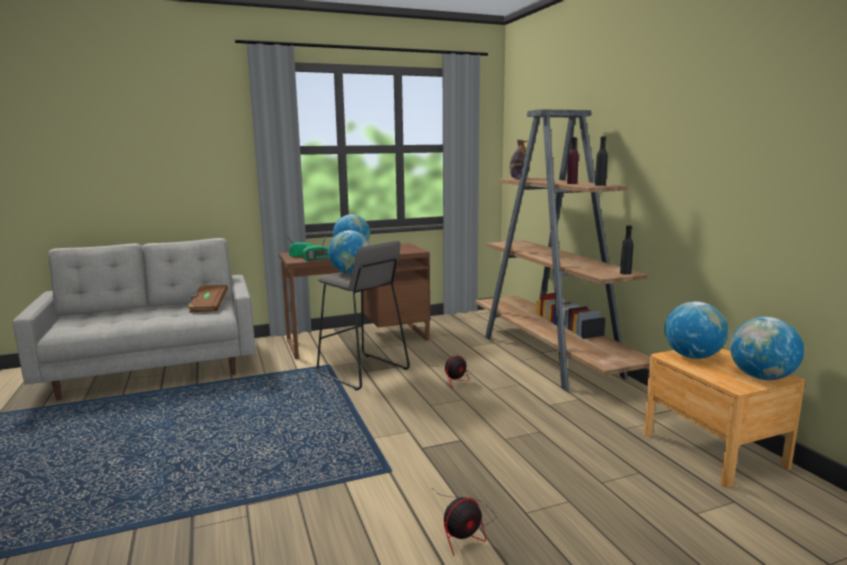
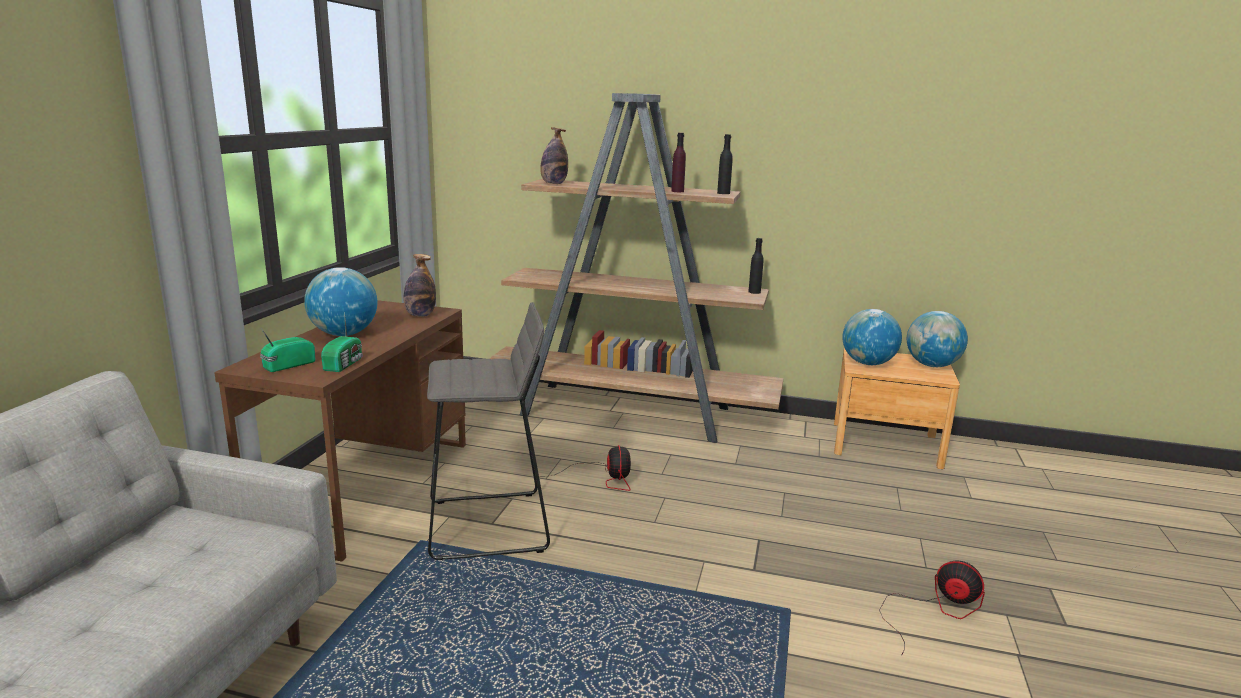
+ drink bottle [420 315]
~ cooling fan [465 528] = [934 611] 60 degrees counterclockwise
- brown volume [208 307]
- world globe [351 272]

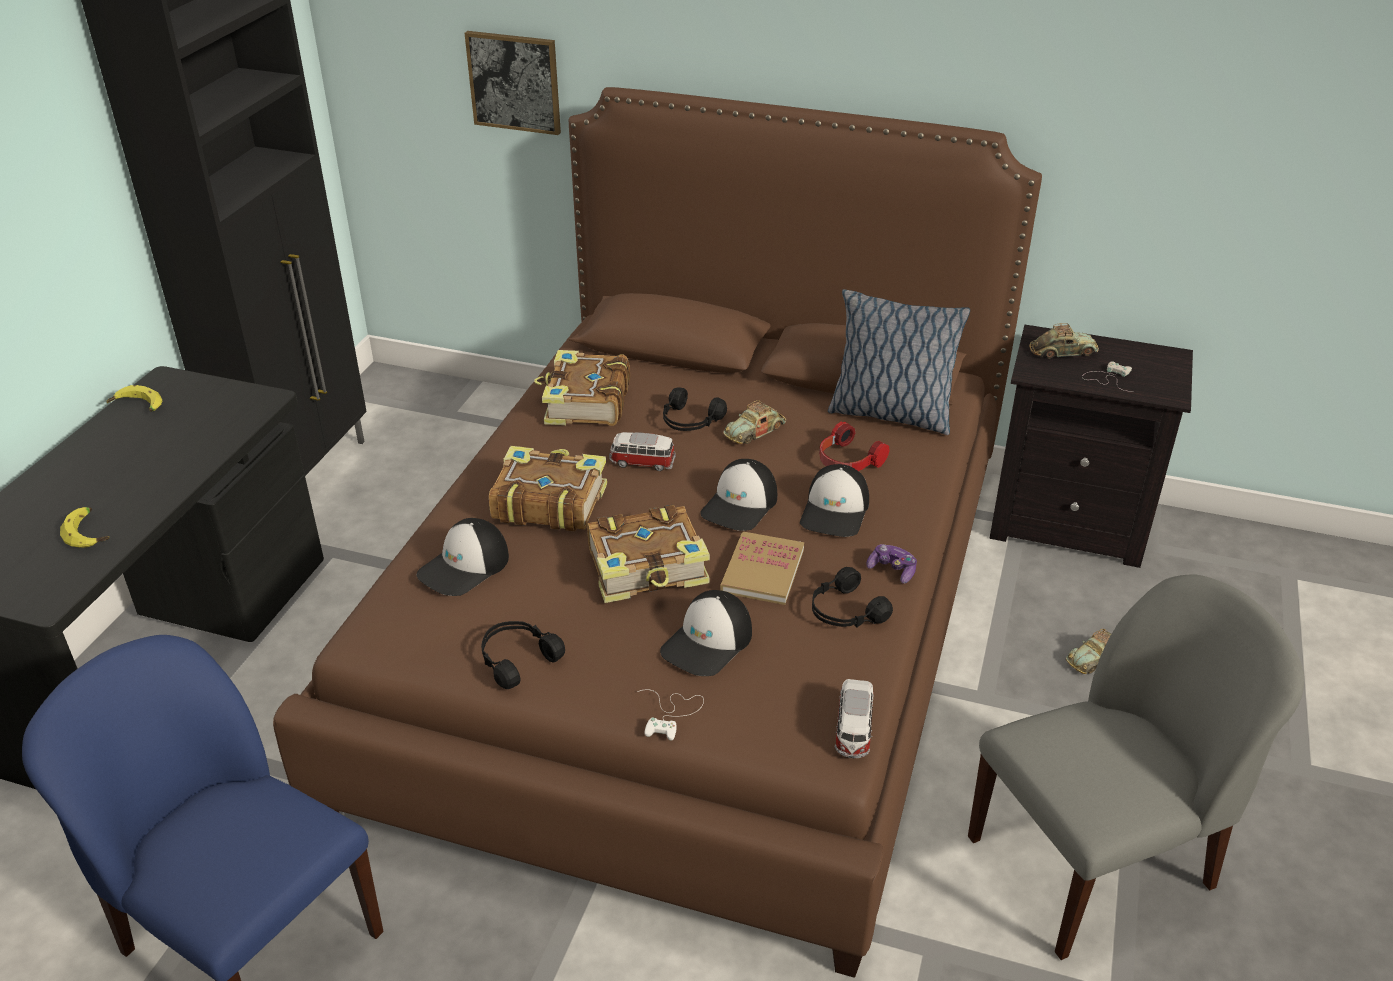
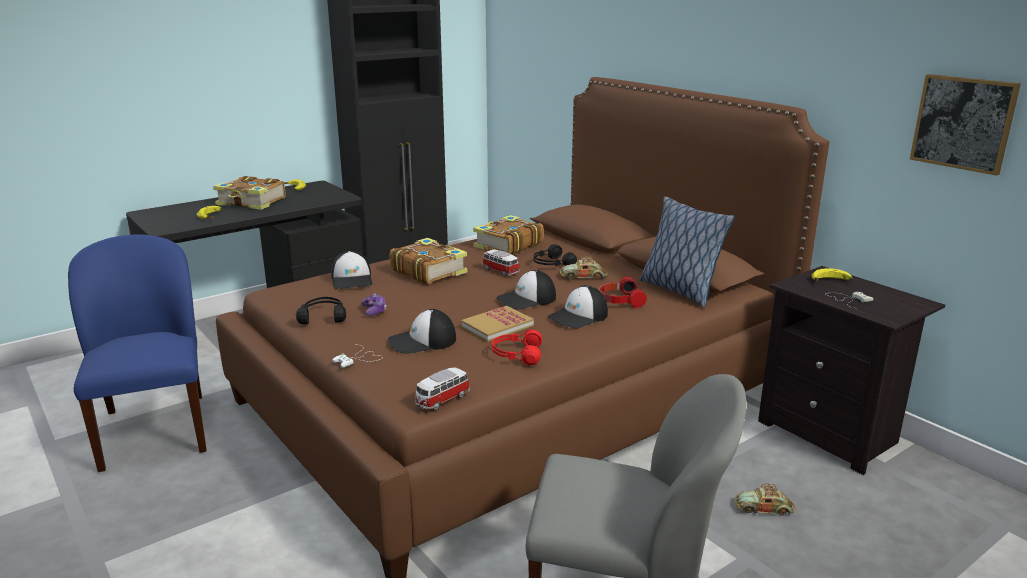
~ volume [648 568] to [252 202]
~ baseball cap [464 567] = [352 280] 90 degrees counterclockwise
~ gamepad [892 570] to [374 310]
~ black-coloured pair of headphones [844 612] to reddish pair of headphones [516 355]
~ model car [1062 351] to banana [831 282]
~ picture [514 82] to [963 123]

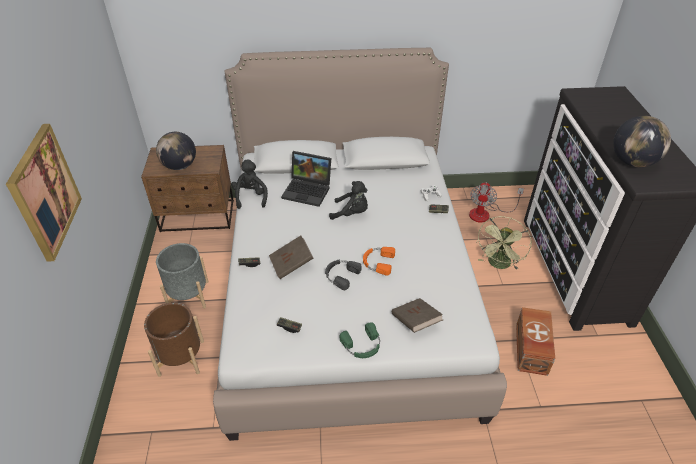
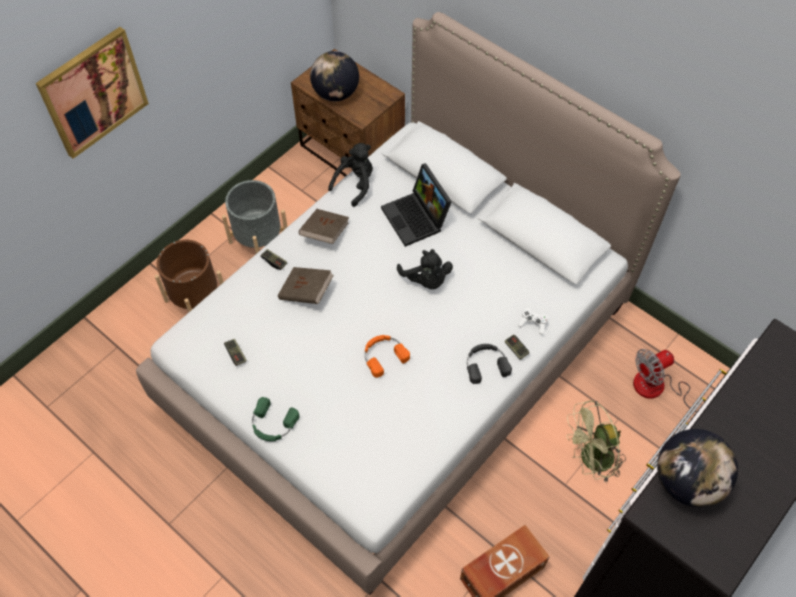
~ brown volume [415 322] to [324 233]
~ black-coloured pair of headphones [341 275] to [485 364]

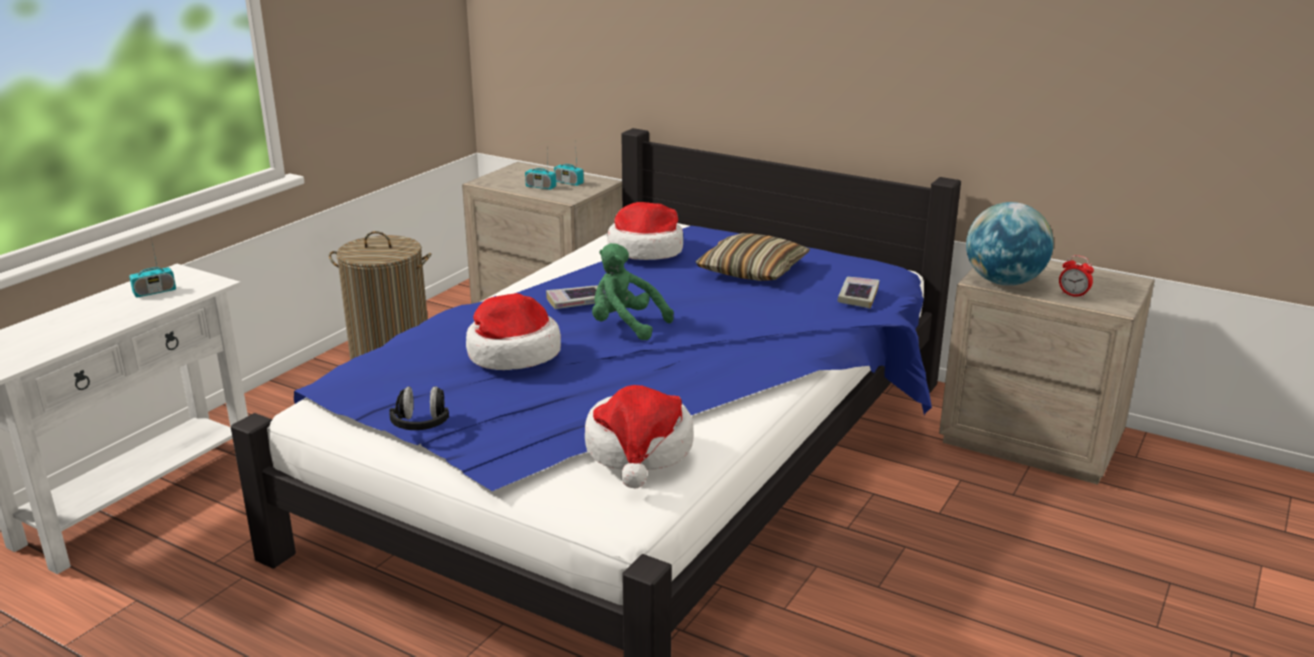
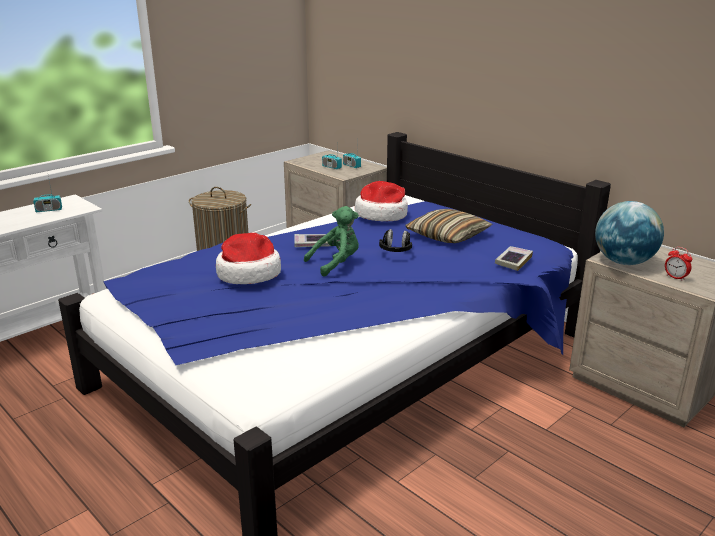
~ green-coloured cuddly toy [625 326] = [336 263] 105 degrees clockwise
~ black-coloured pair of headphones [421 425] to [396 251]
- clothing hat [639 450]

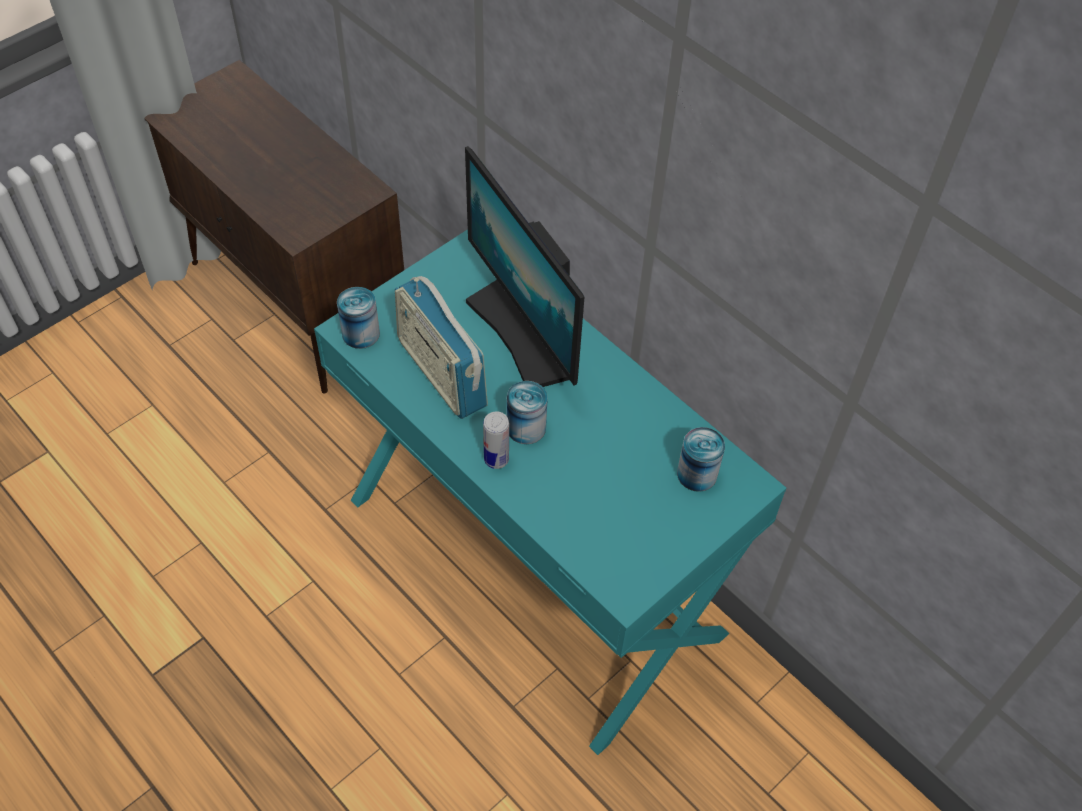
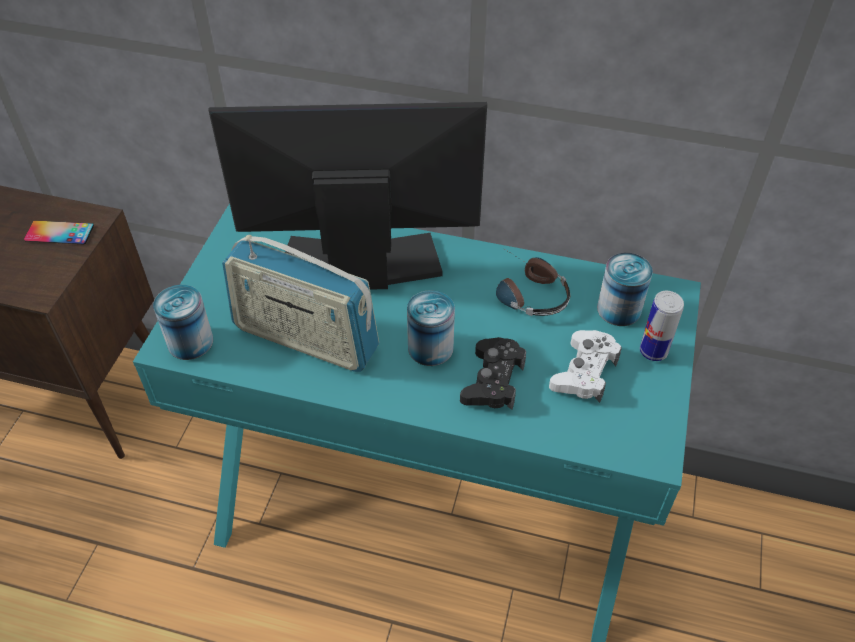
+ handset [59 233]
~ monitor [524 333] = [360 264] 150 degrees clockwise
+ black-coloured gamepad [493 381]
+ pair of headphones [524 292]
+ white gamepad [584 372]
~ can [496 459] to [653 351]

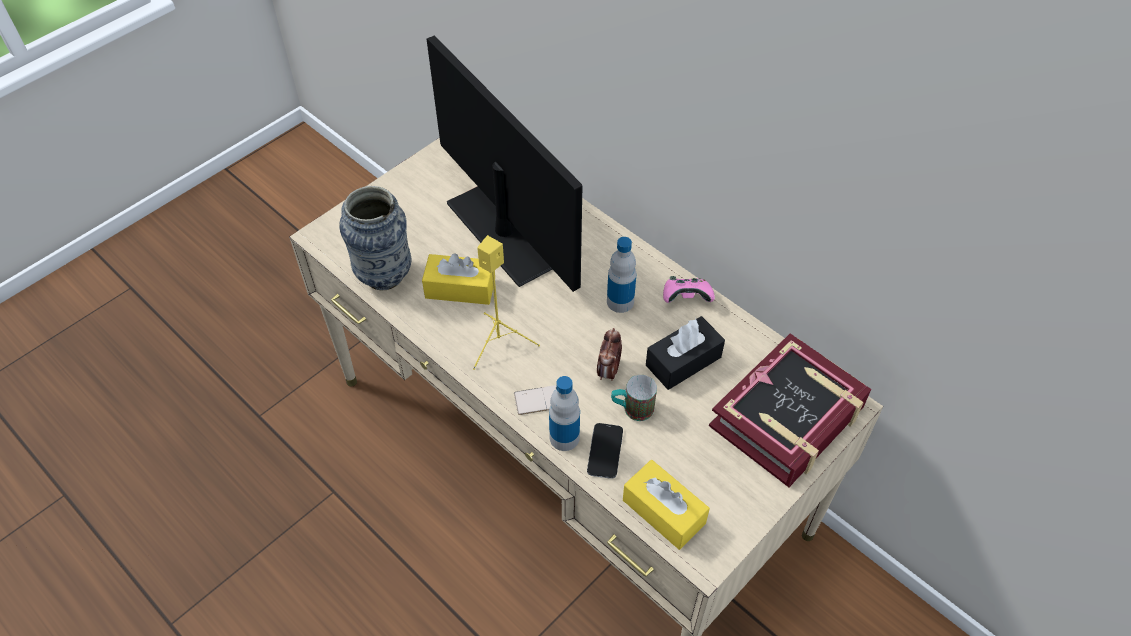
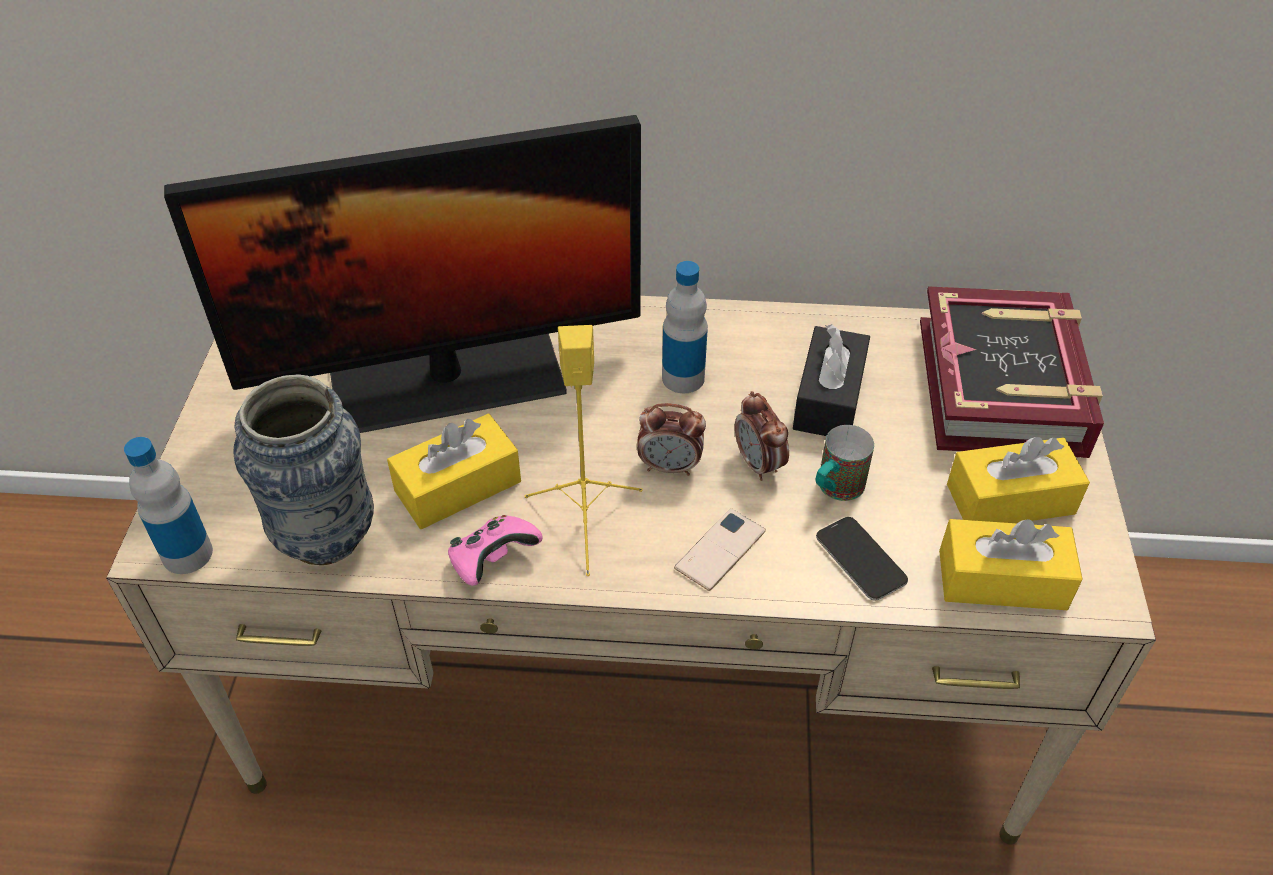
~ drink bottle [564 437] to [187 554]
~ monitor [507 231] = [447 379] 150 degrees clockwise
~ pink-coloured gamepad [686 298] to [493 560]
+ table clock [670 466]
+ yellowish tissue holder [1010 499]

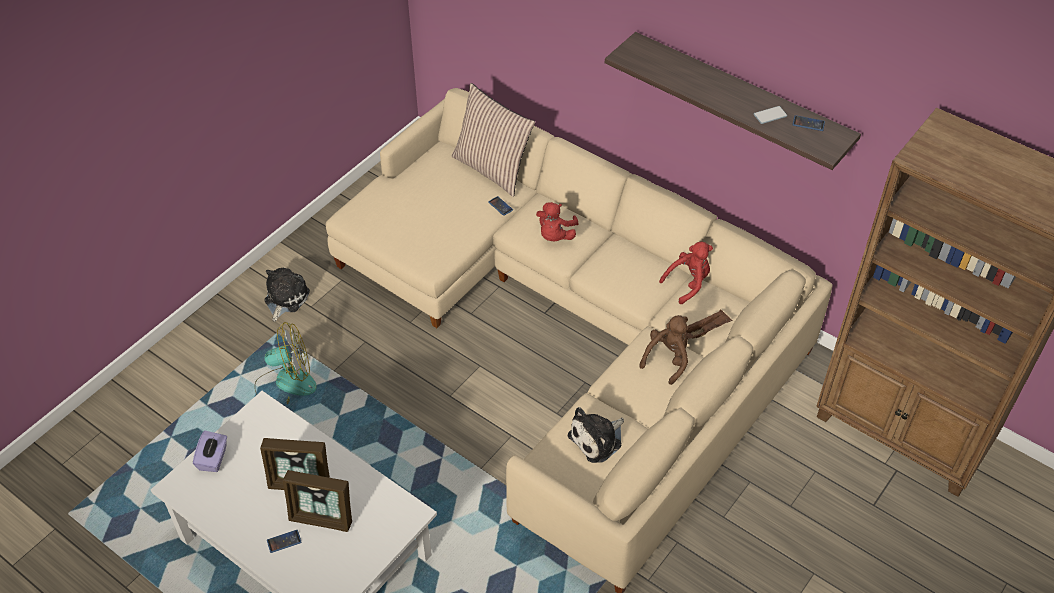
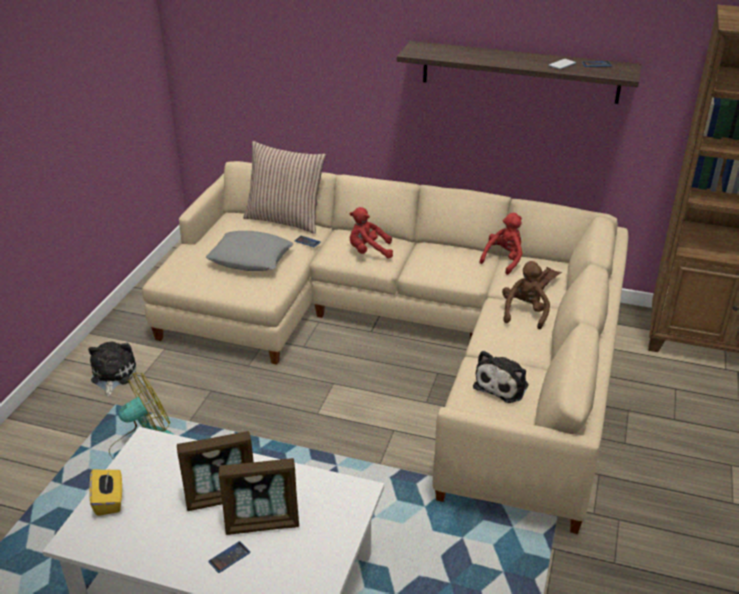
~ purple tissue holder [213 459] to yellowish tissue holder [109 501]
+ gray throw pillow [250 258]
~ reddish cuddly toy [555 235] = [368 251] 90 degrees clockwise

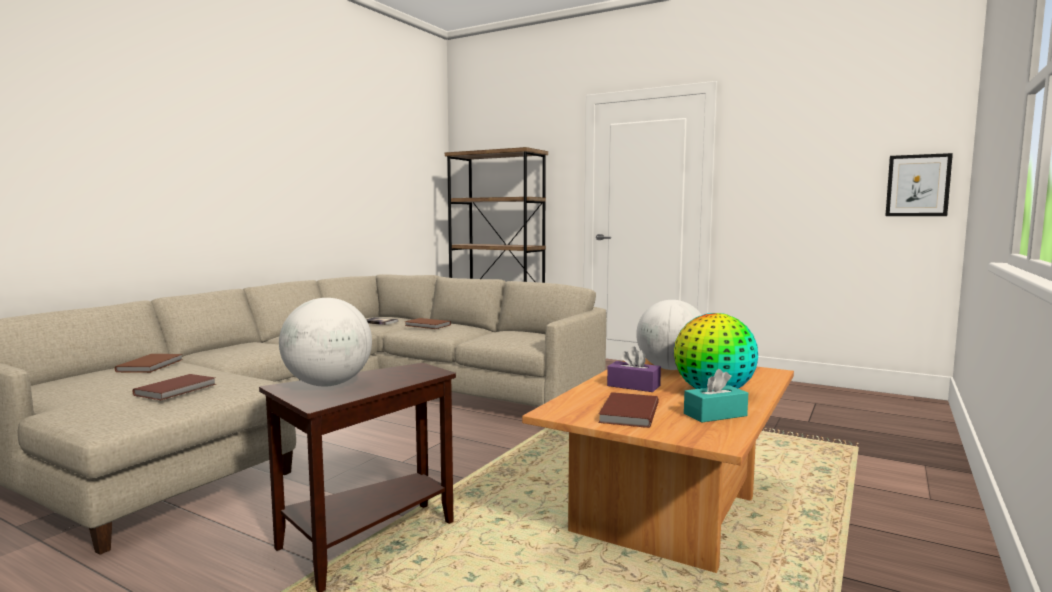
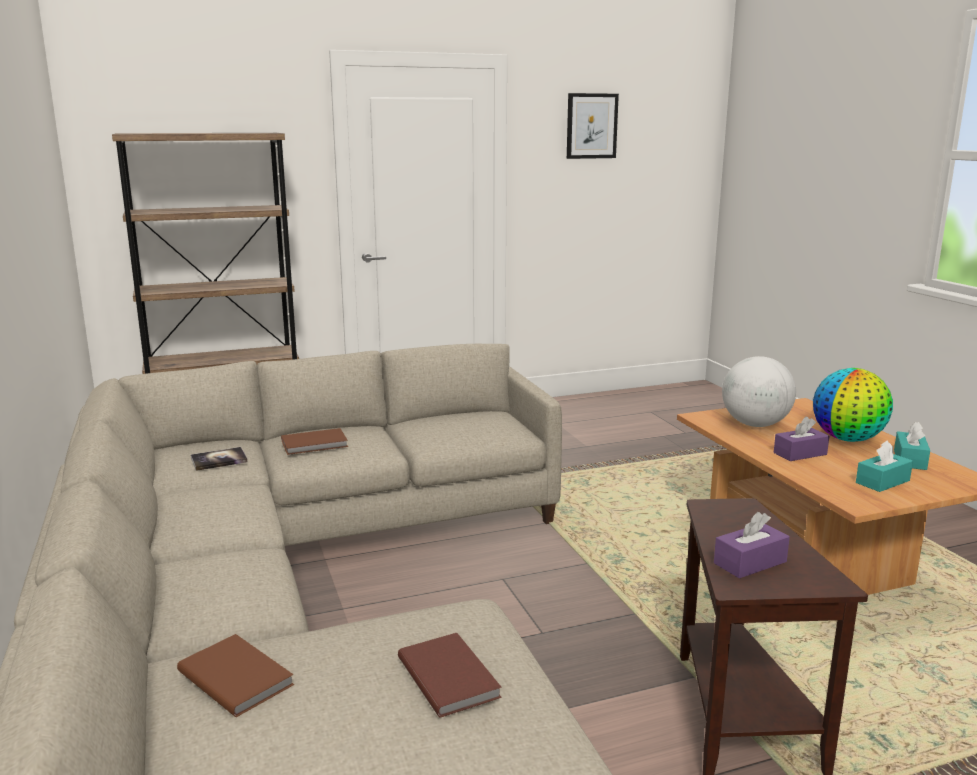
~ picture [918 185] to [591 126]
~ world globe [328 384] to purple tissue holder [750 562]
~ brown volume [627 413] to turquoise-coloured tissue holder [882 482]

